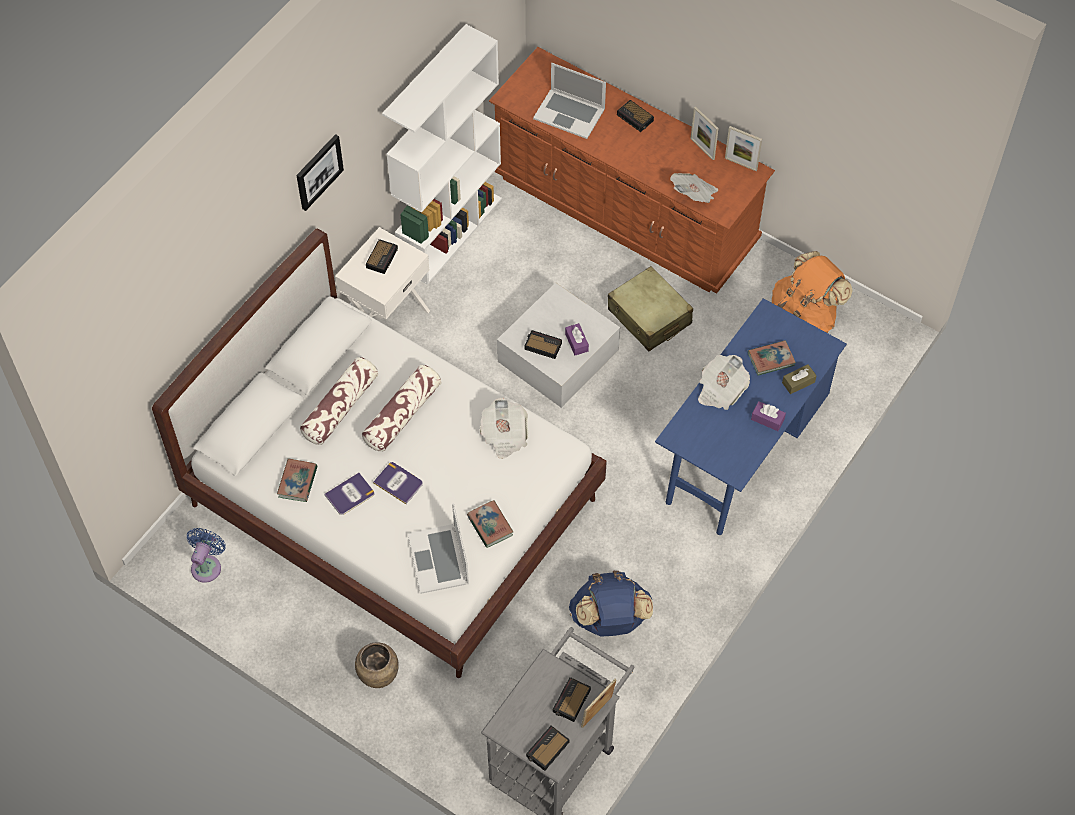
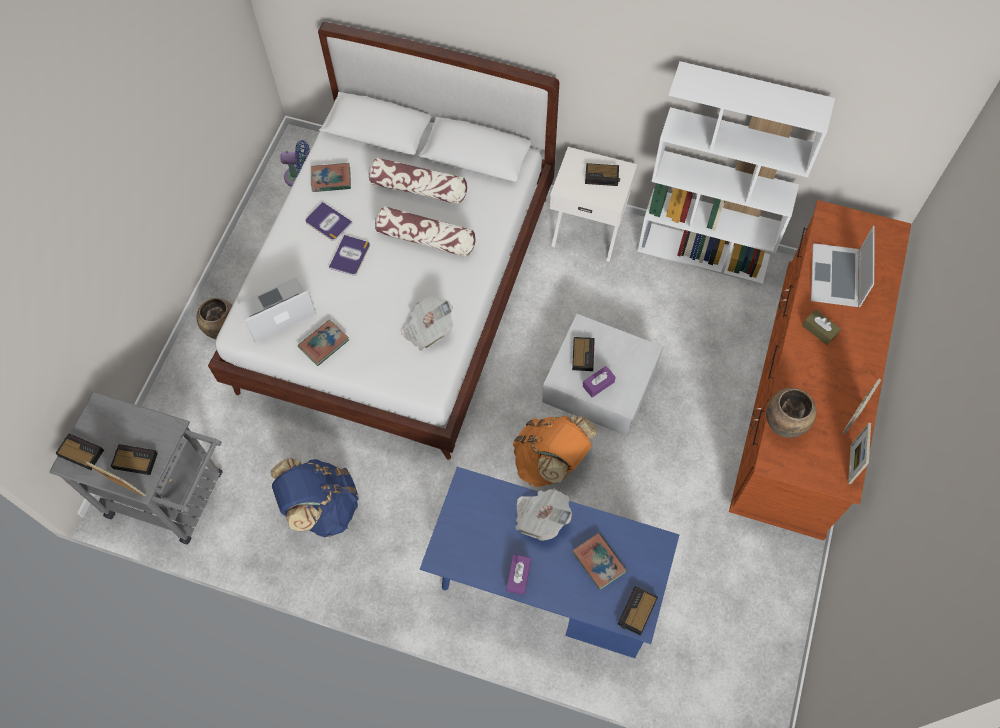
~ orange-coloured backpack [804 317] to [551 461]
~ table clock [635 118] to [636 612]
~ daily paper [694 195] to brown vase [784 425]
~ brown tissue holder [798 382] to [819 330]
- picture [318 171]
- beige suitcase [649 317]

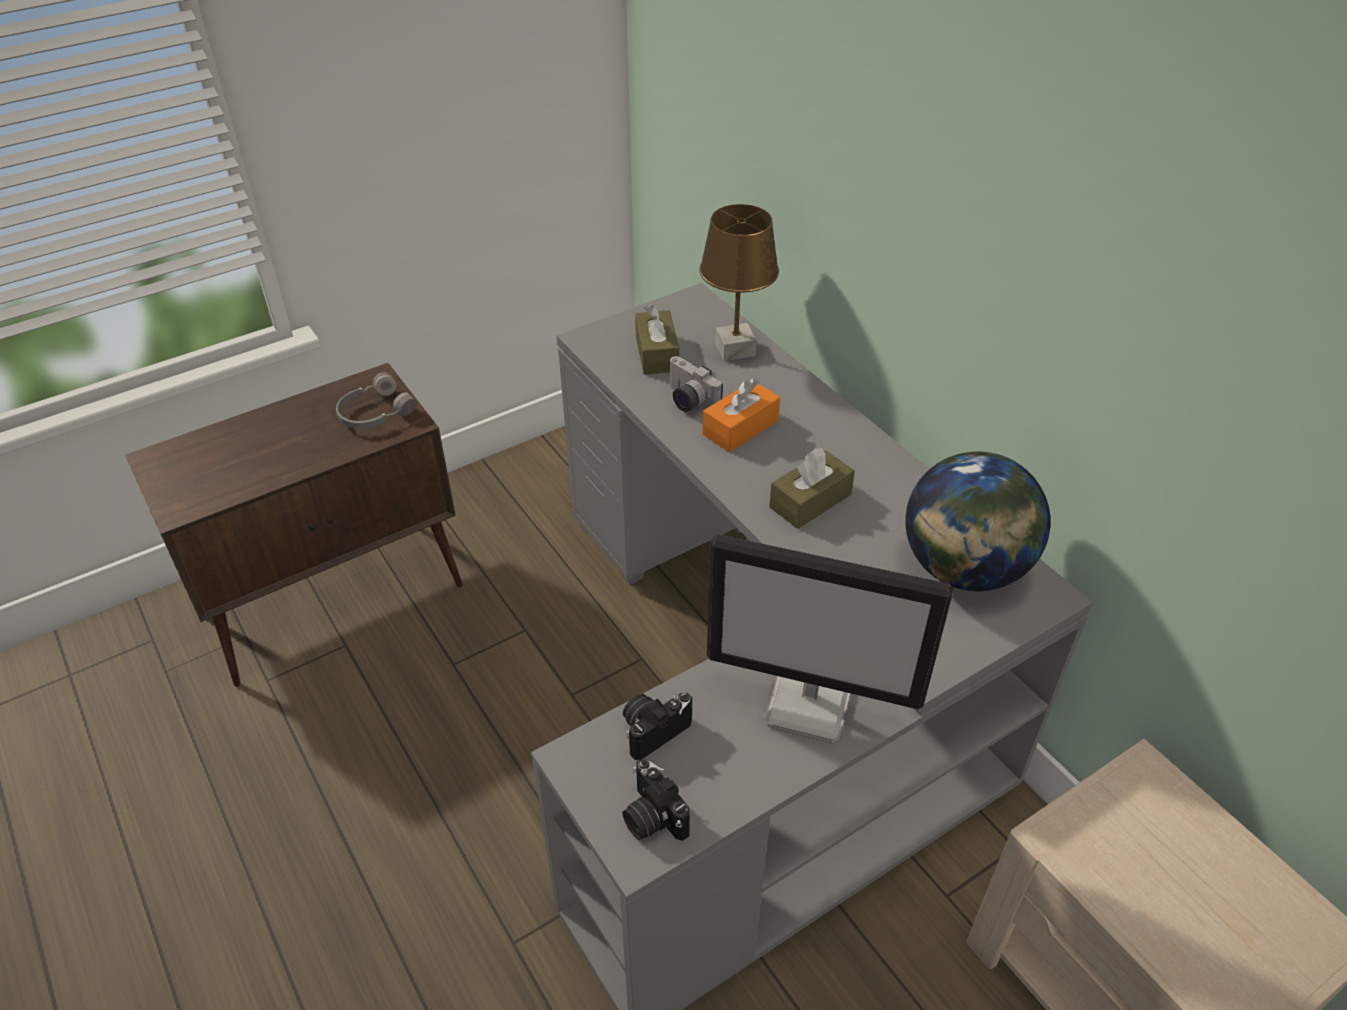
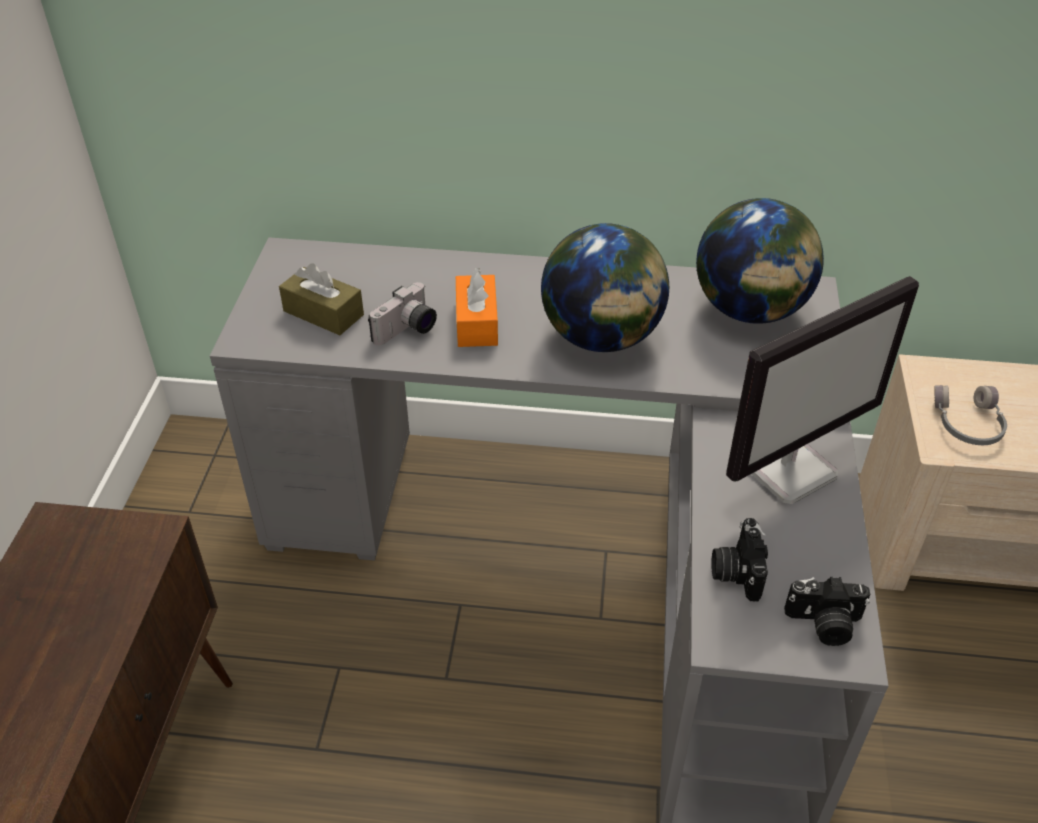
~ photo camera [688 401] = [407 331] 45 degrees counterclockwise
~ brown tissue holder [810 501] to world globe [602 337]
~ gray pair of headphones [374 412] to [966 424]
- brown tabletop lamp [735 349]

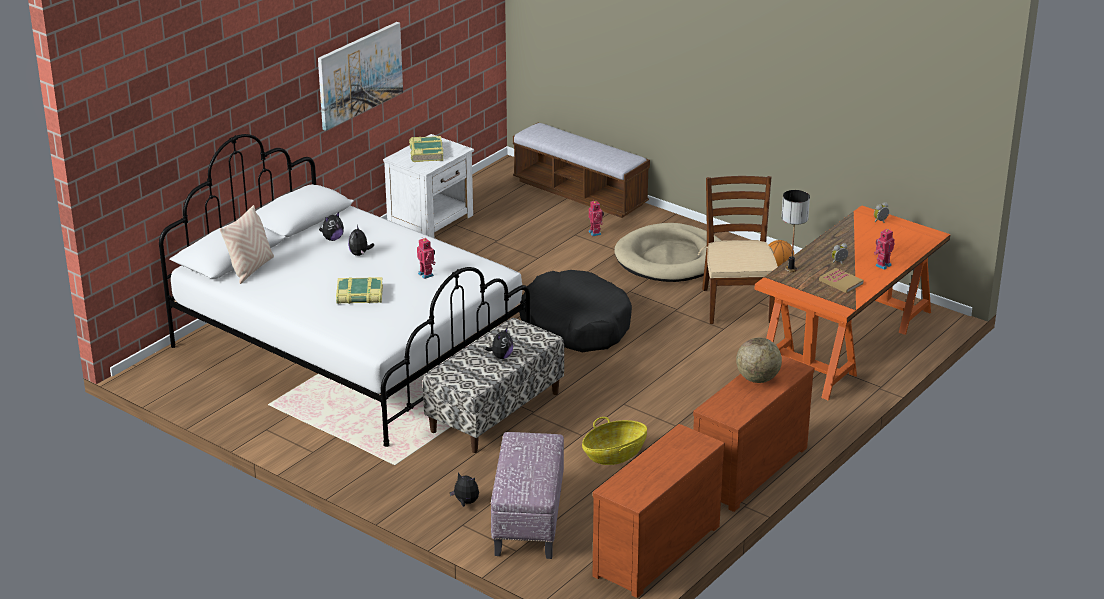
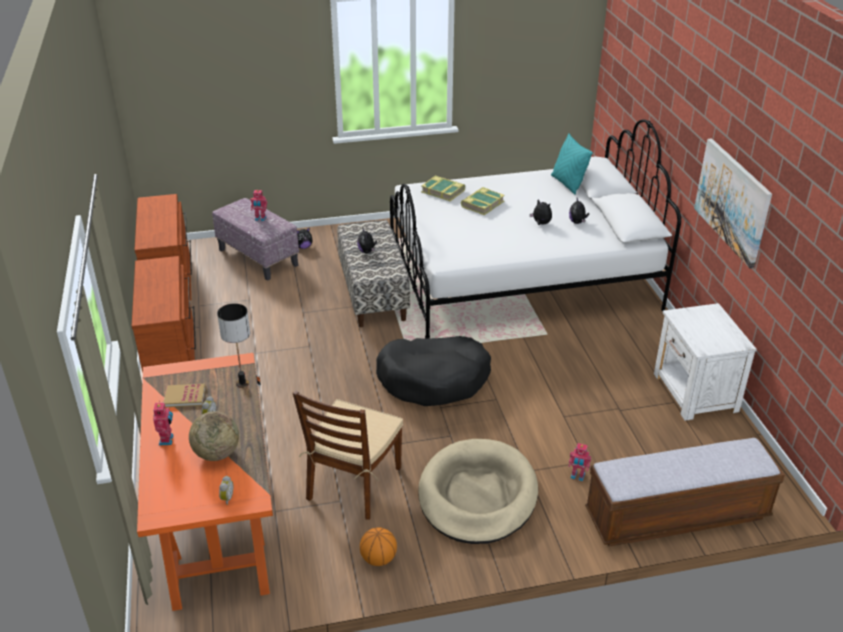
~ world globe [757 379] to [217 453]
~ robot figure [426 274] to [260 219]
~ brown upright chair [736 305] = [354 484] 75 degrees clockwise
~ volume [426 153] to [443 191]
~ beige throw pillow [250 269] to turquoise-coloured throw pillow [568 184]
- basket [614 454]

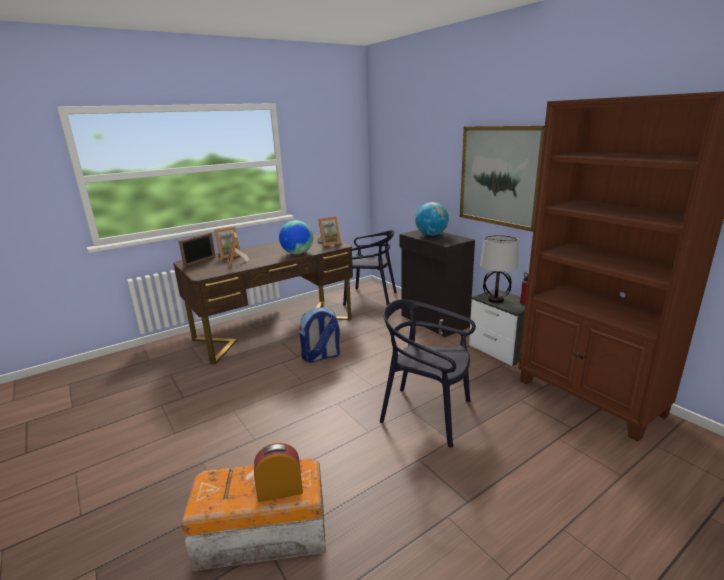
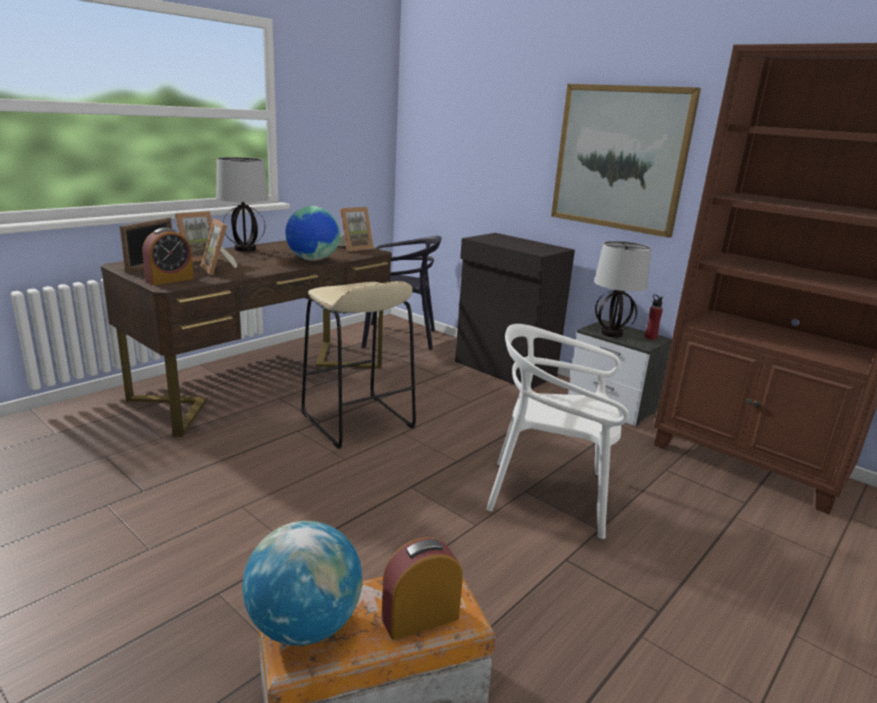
+ table clock [170 280]
+ tabletop lamp [244 249]
~ world globe [431 235] to [304 626]
~ backpack [321 357] to beige stool [357 421]
~ black-coloured upright chair [426 414] to white upright chair [549 495]

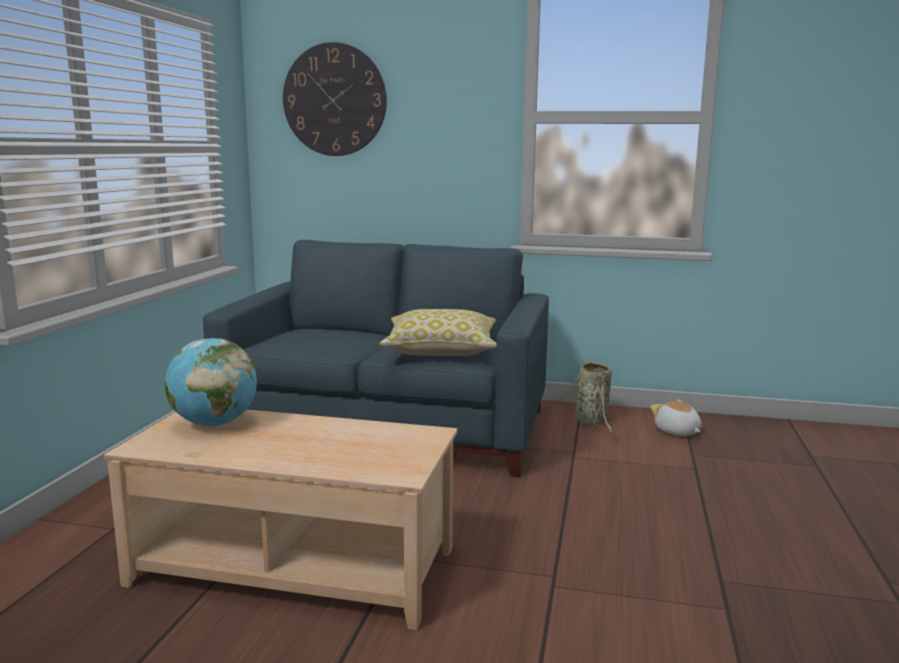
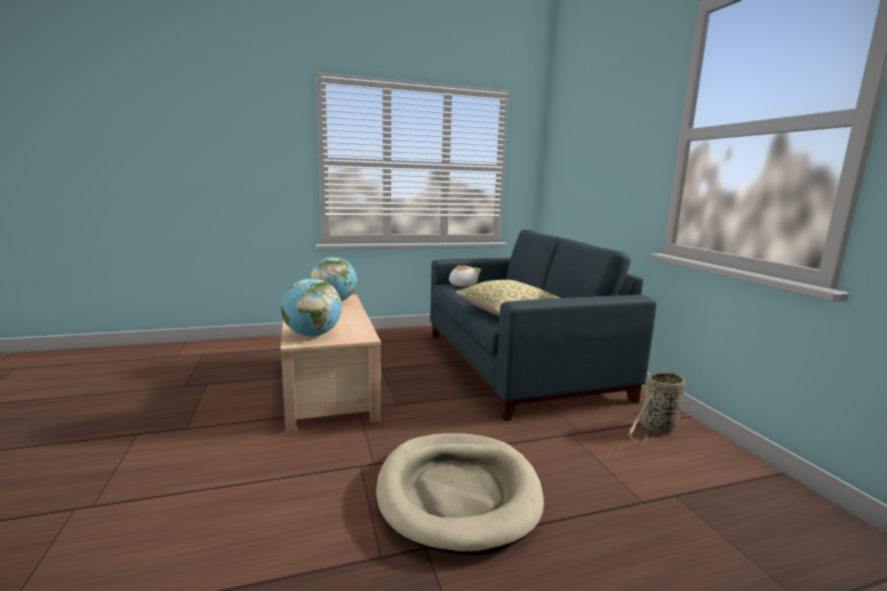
+ world globe [313 335]
+ beige dog bed [458 493]
~ cuddly toy [677 432] to [462 285]
- hanging clock [334 100]

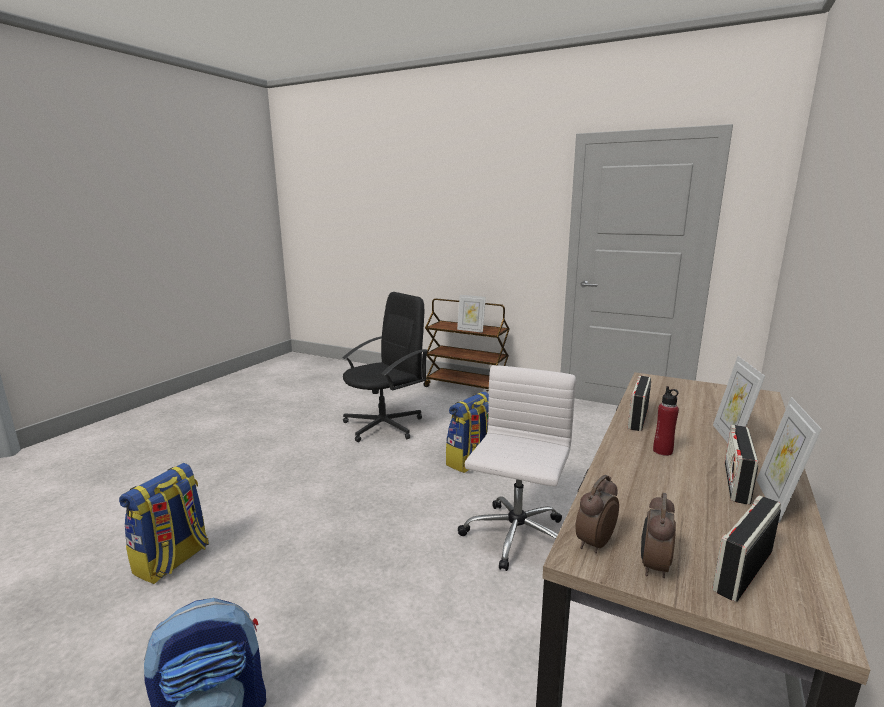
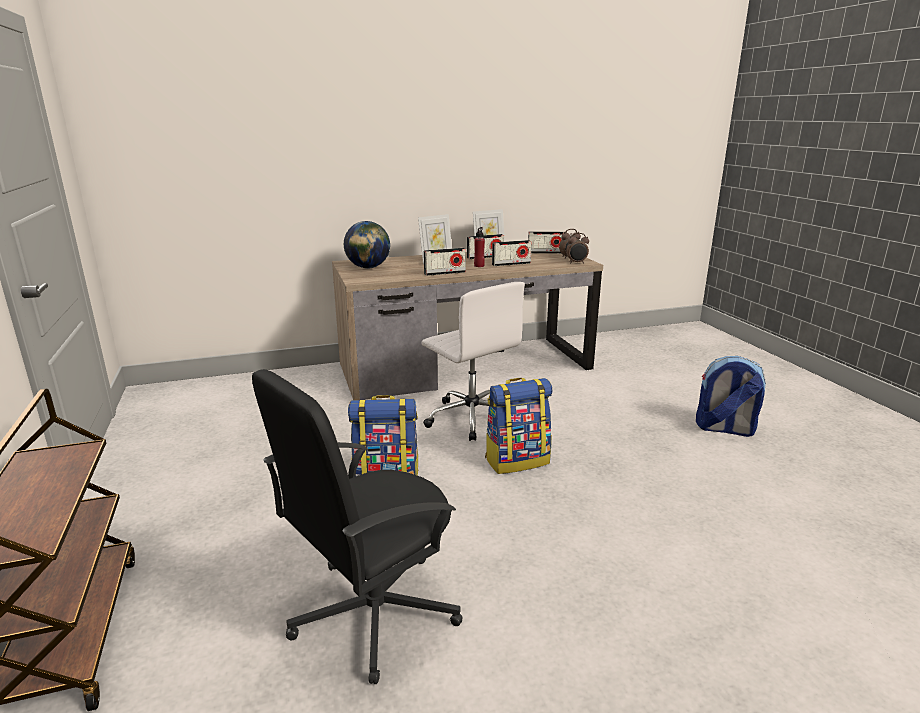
~ black-coloured computer chair [384 425] = [372 612] 45 degrees counterclockwise
+ world globe [368 267]
~ white computer chair [515 538] = [471 417] 105 degrees counterclockwise
~ backpack [173 561] to [517 460]
+ radio receiver [511 264]
- photo frame [471 330]

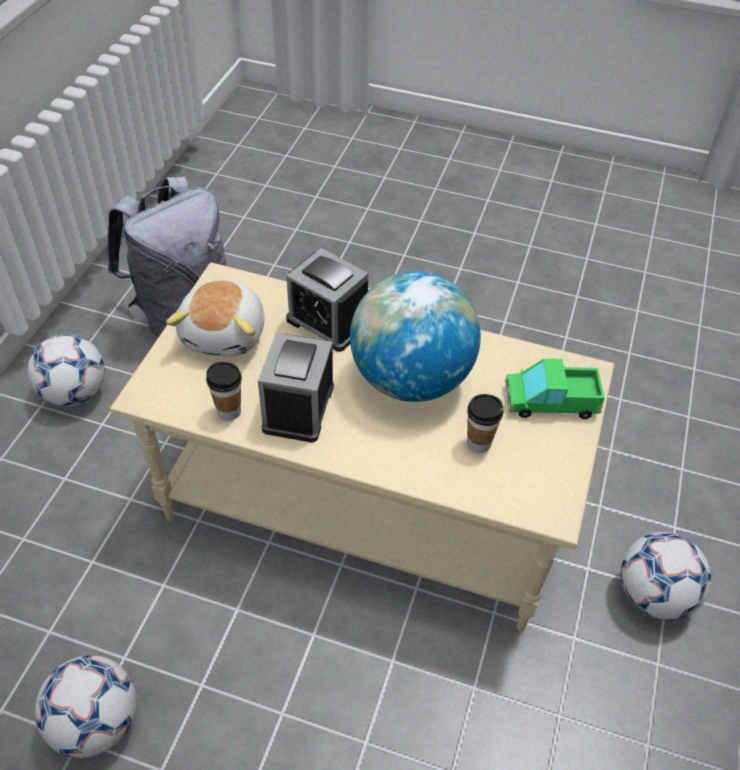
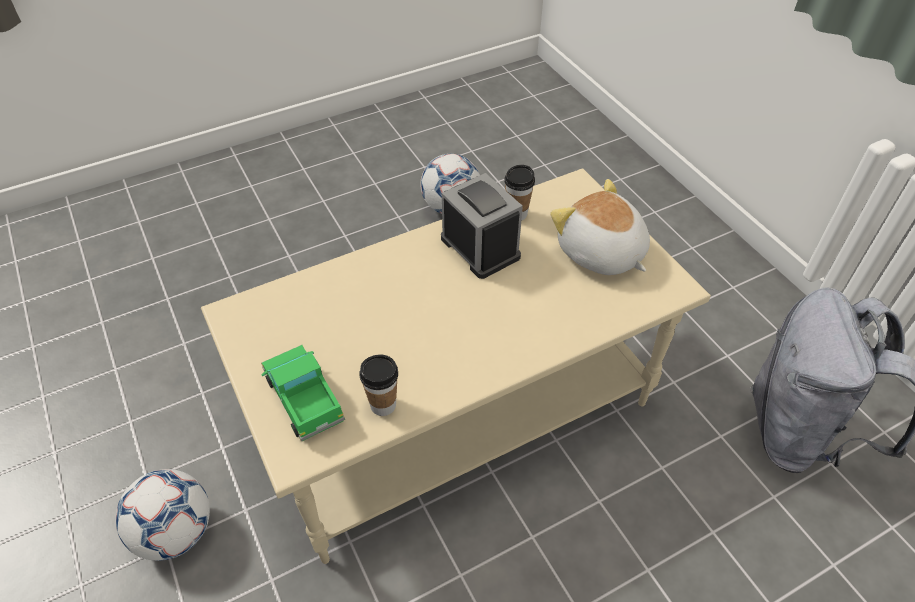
~ toy lorry [551 401] = [304 398] 75 degrees counterclockwise
~ cup [478 443] to [383 405]
- ball for football [74 393]
- table clock [328 322]
- world globe [410 379]

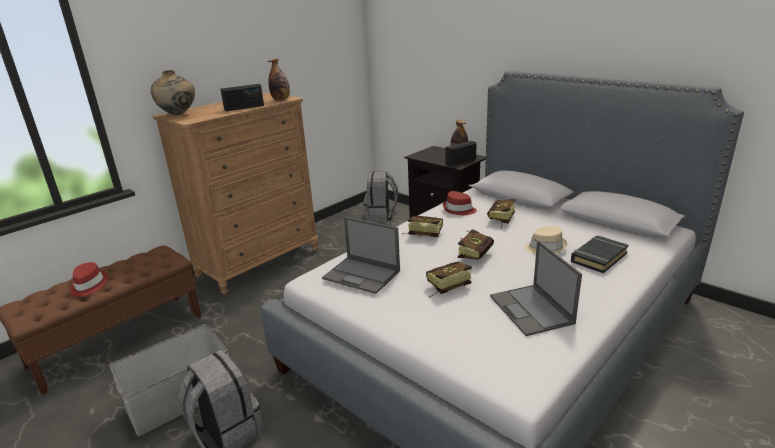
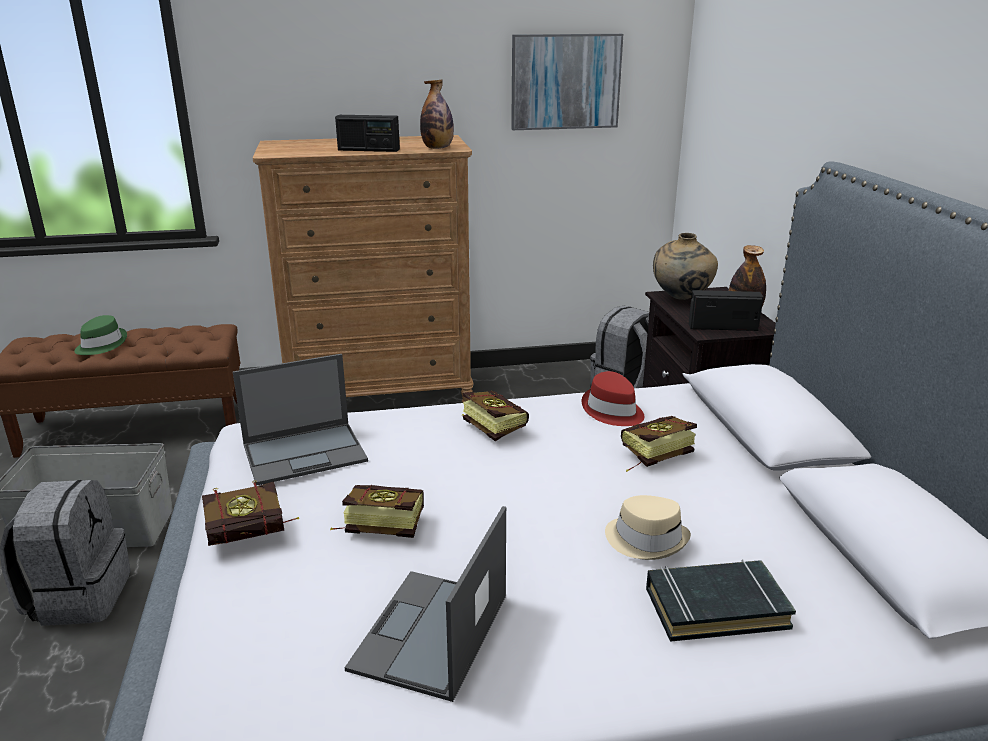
~ reddish clothing hat [88 285] to green-coloured clothing hat [101 345]
~ volume [476 254] to [256 535]
~ portable computer [362 275] = [306 453] 90 degrees counterclockwise
+ picture [565 82]
~ beige vase [178 115] to [681 299]

